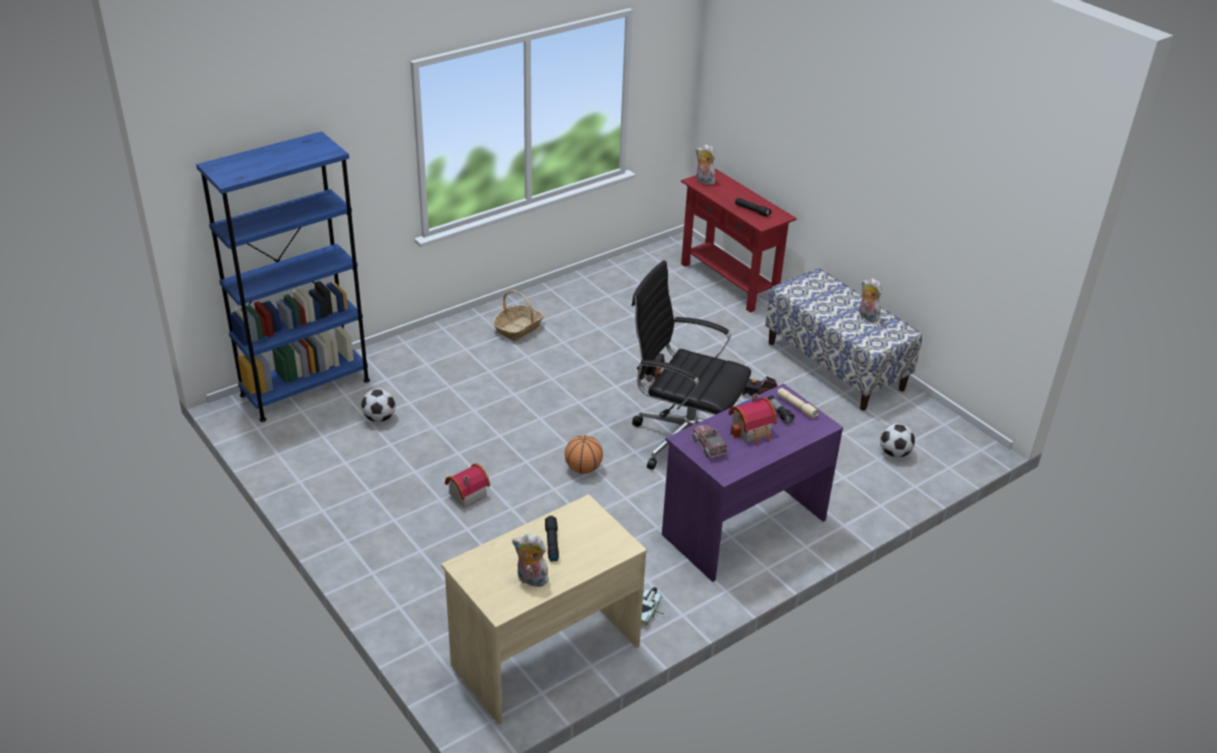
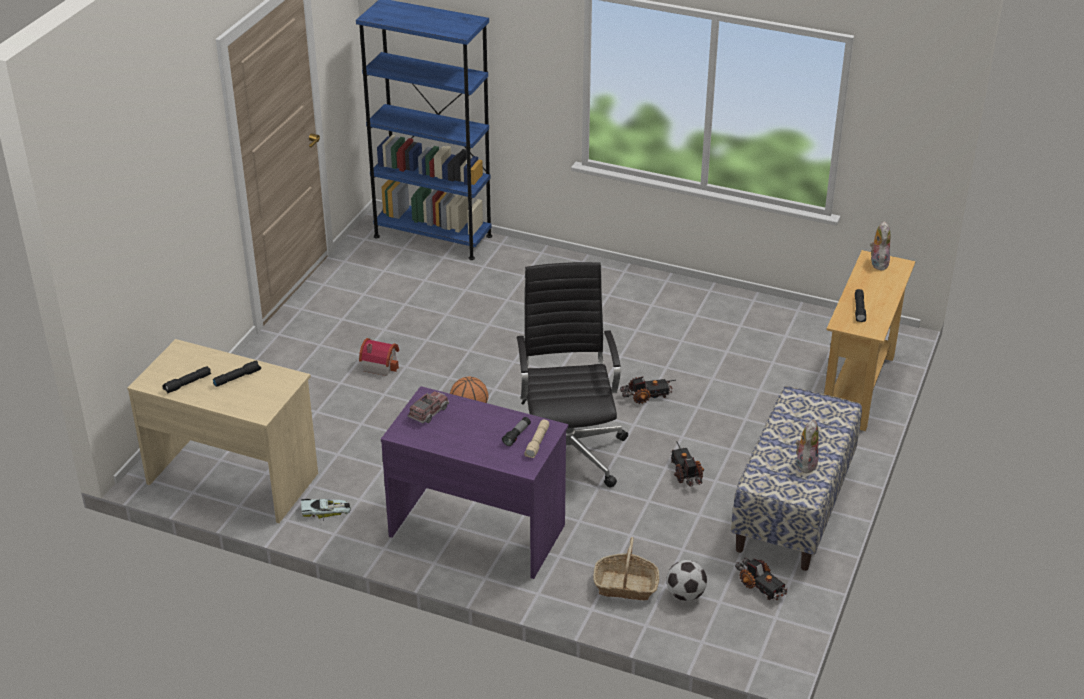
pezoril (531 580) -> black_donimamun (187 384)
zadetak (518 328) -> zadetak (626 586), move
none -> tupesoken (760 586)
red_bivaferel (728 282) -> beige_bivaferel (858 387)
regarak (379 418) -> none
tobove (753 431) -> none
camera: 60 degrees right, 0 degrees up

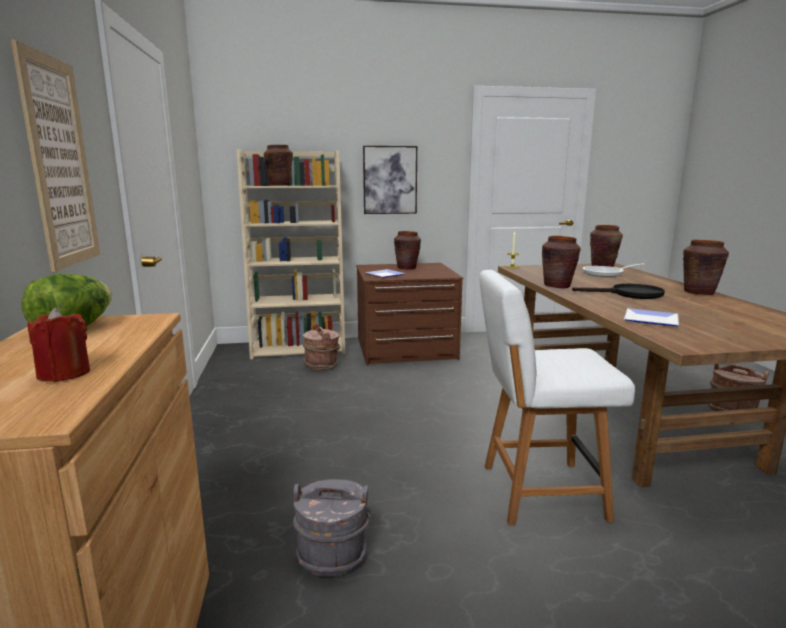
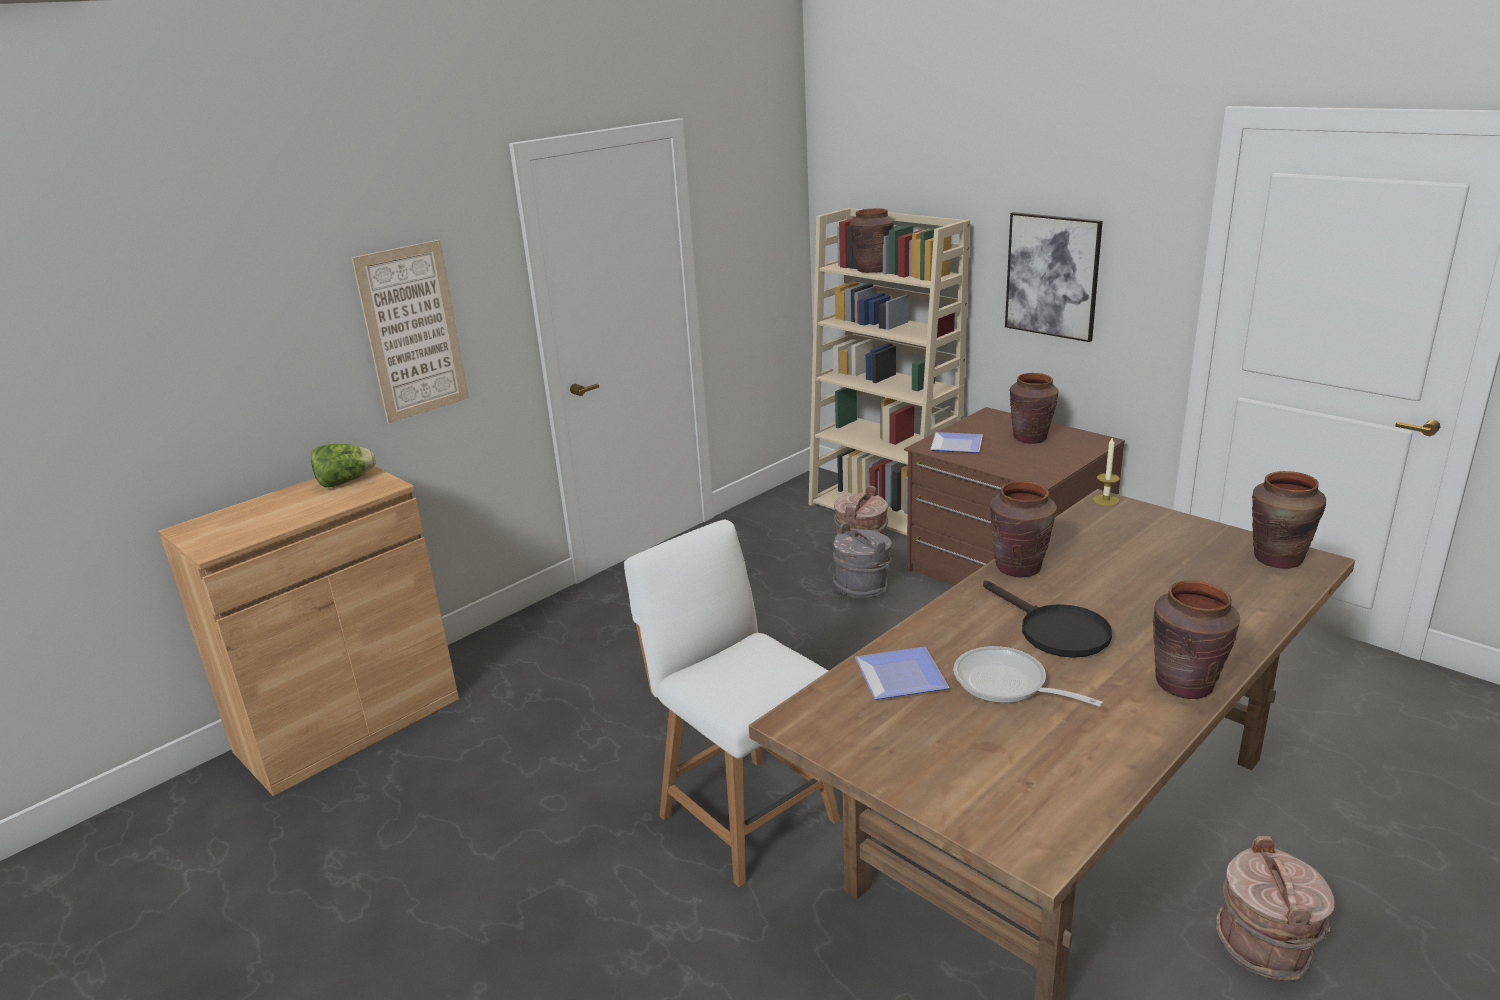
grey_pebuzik (333 554) -> grey_pebuzik (862 586), move
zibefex (606 274) -> zibefex (1007 685), move
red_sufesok (64 374) -> none
camera: 55 degrees right, 10 degrees up

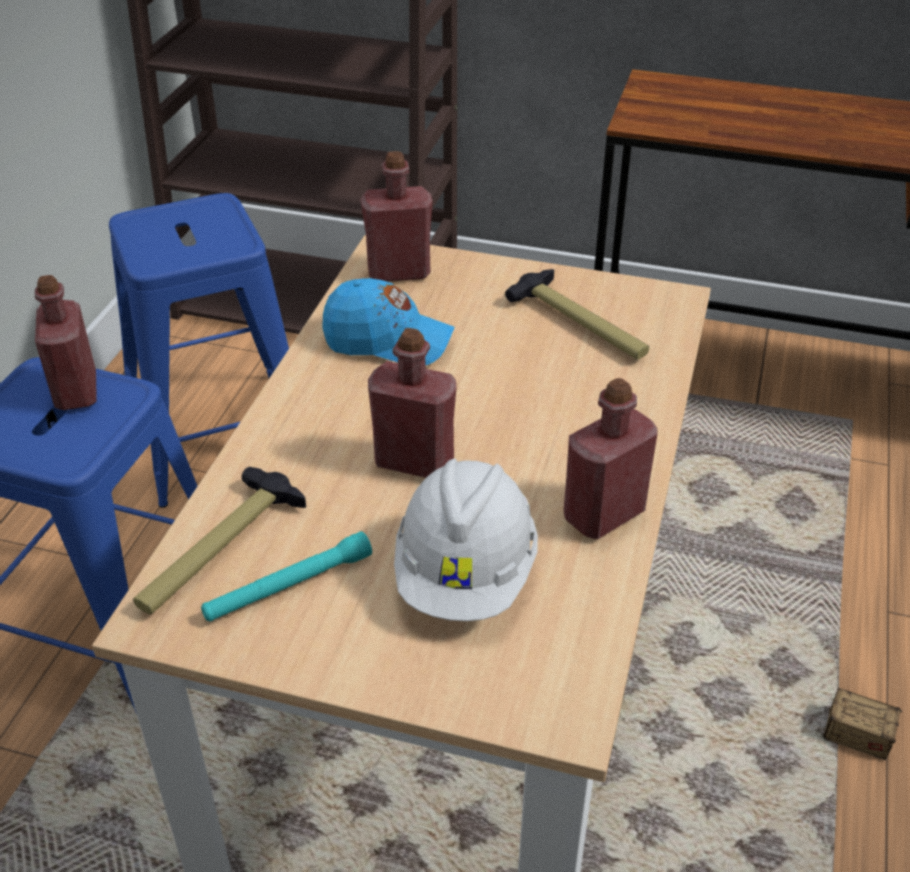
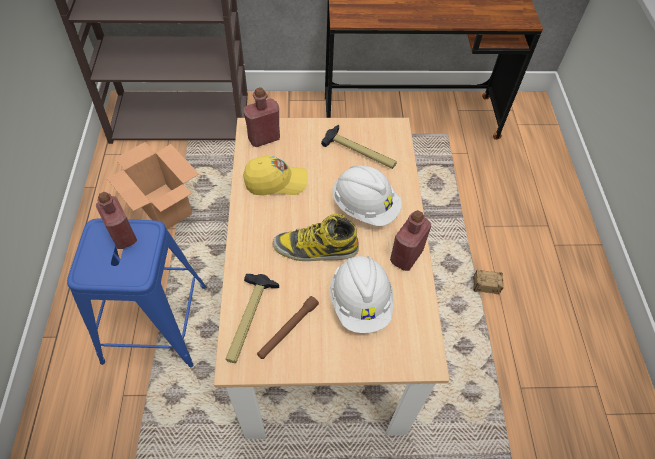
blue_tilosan (221 437) -> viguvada (163 207)
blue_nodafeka (388 341) -> yellow_nodafeka (276 182)
turquoise_donimamun (288 586) -> brown_donimamun (288 330)
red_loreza (414 462) -> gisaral (315 248)
none -> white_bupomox (365 207)
camera: 20 degrees left, 15 degrees up

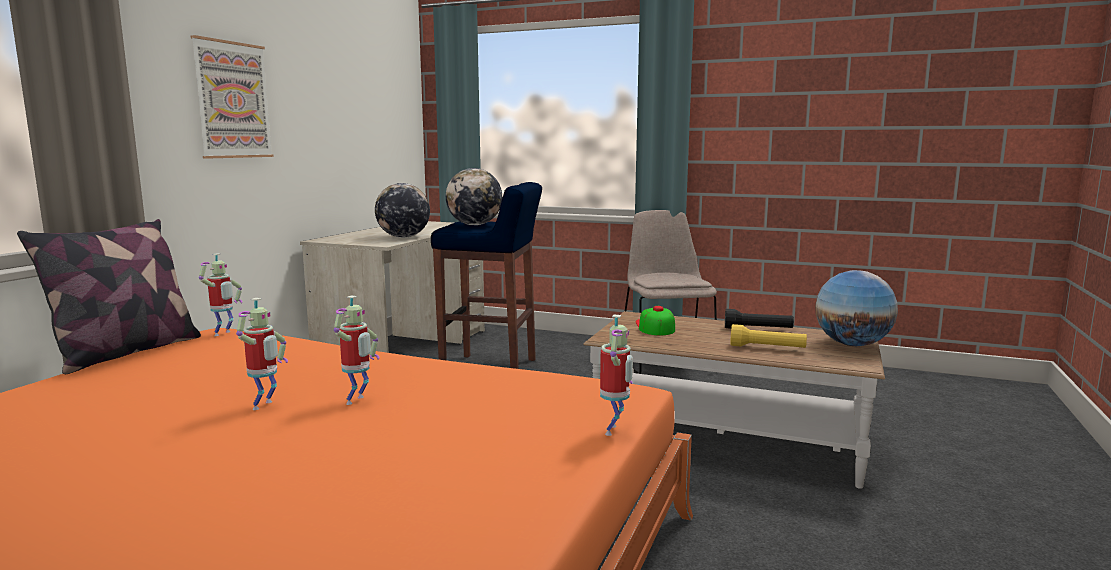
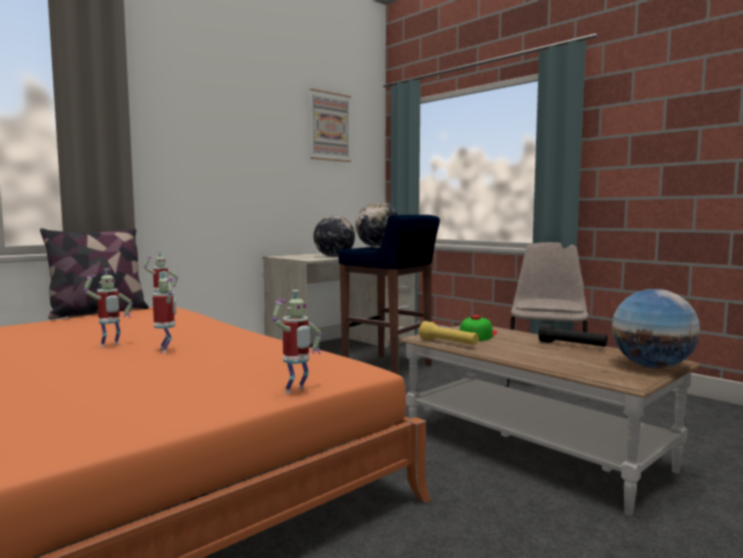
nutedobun (357 401) -> nutedobun (166 350), 75 degrees counterclockwise
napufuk (232 100) -> napufuk (329 126), move
yellow_donimamun (767 348) -> yellow_donimamun (448 343), move
camera: 25 degrees right, 5 degrees down

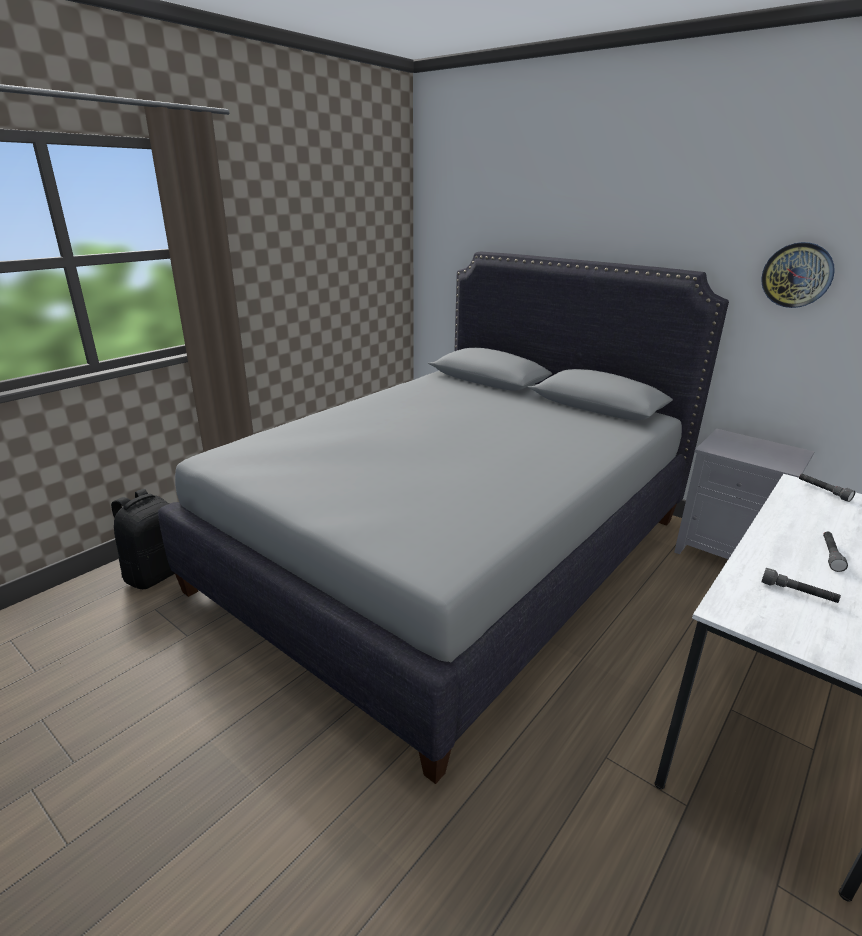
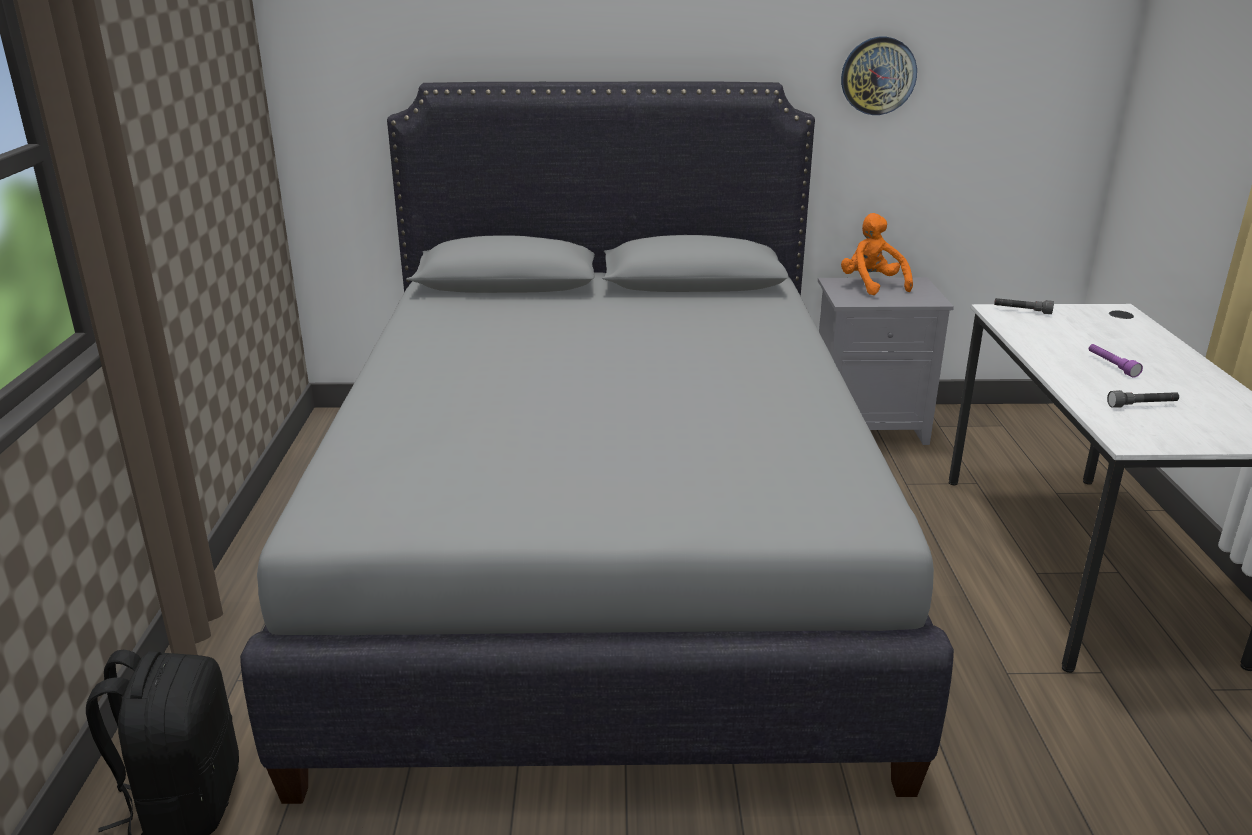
none -> orange_pezoril (872 285)
grey_donimamun (830 555) -> purple_donimamun (1111 366)
camera: 40 degrees left, 0 degrees up

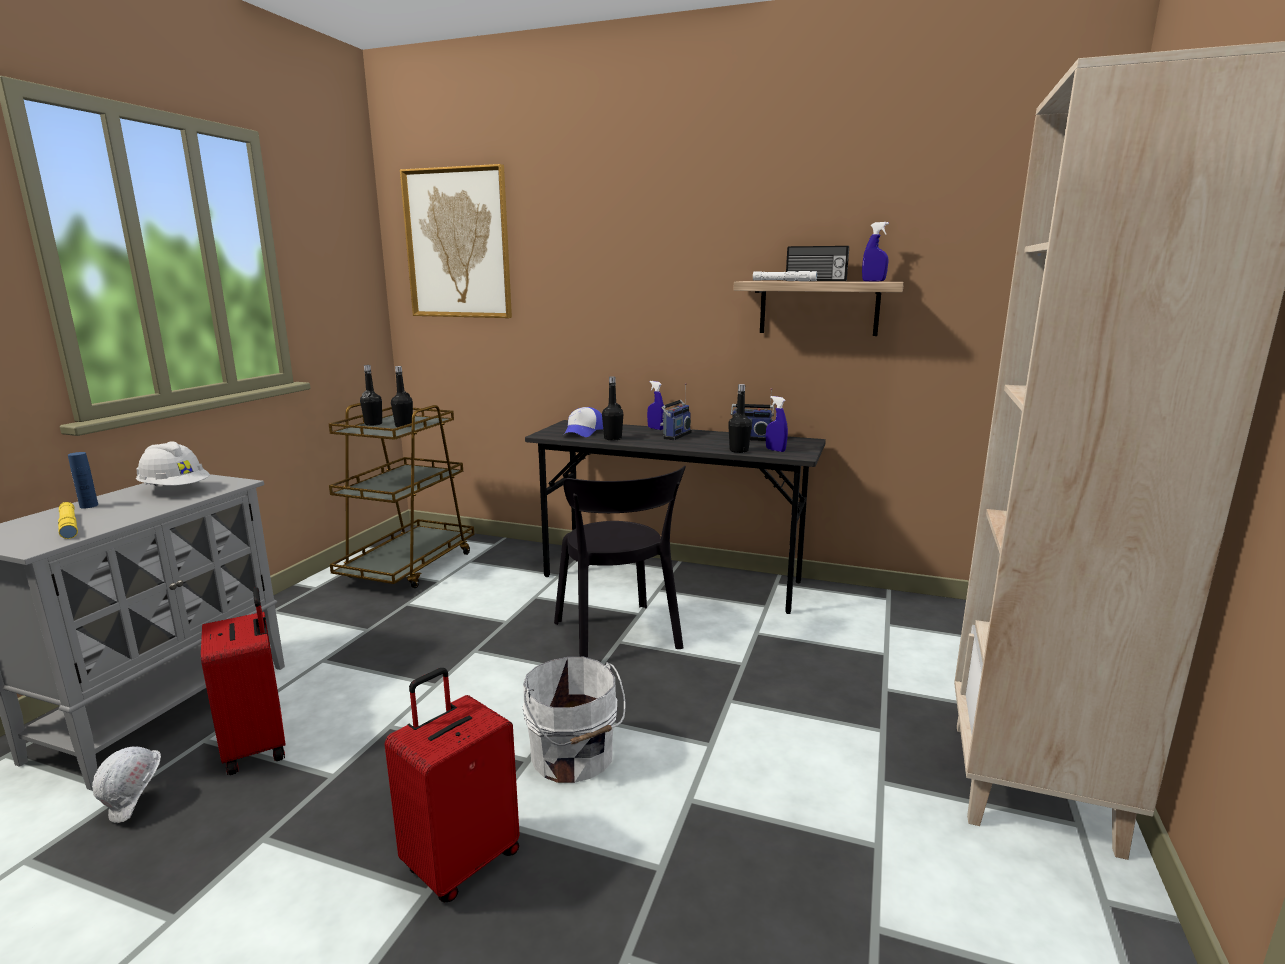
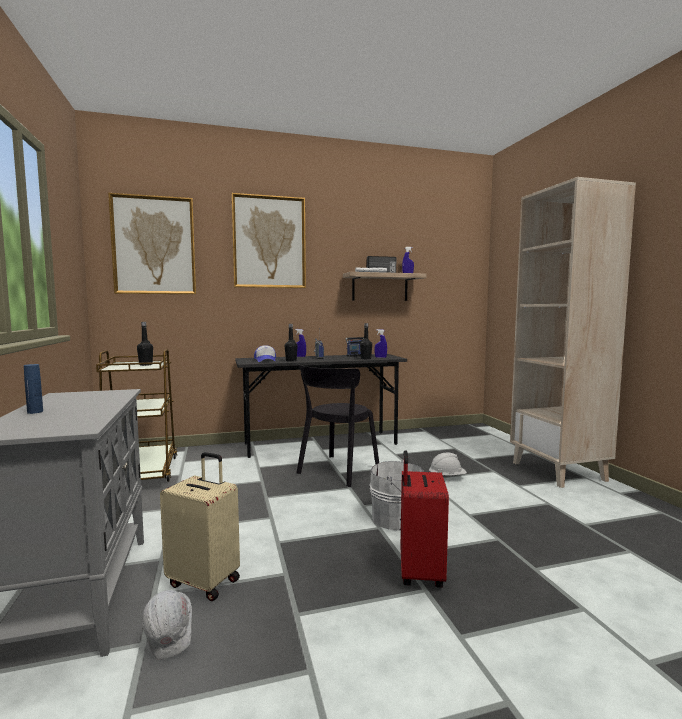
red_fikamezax (258 746) -> beige_fikamezax (205 581)
none -> napufuk (269 242)
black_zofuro (618 638) -> black_zofuro (336 471), 90 degrees clockwise
white_bupomox (175 490) -> white_bupomox (447 477), move
yellow_donimamun (69 526) -> none
black_loreza (373 424) -> none
camera: 35 degrees left, 10 degrees down

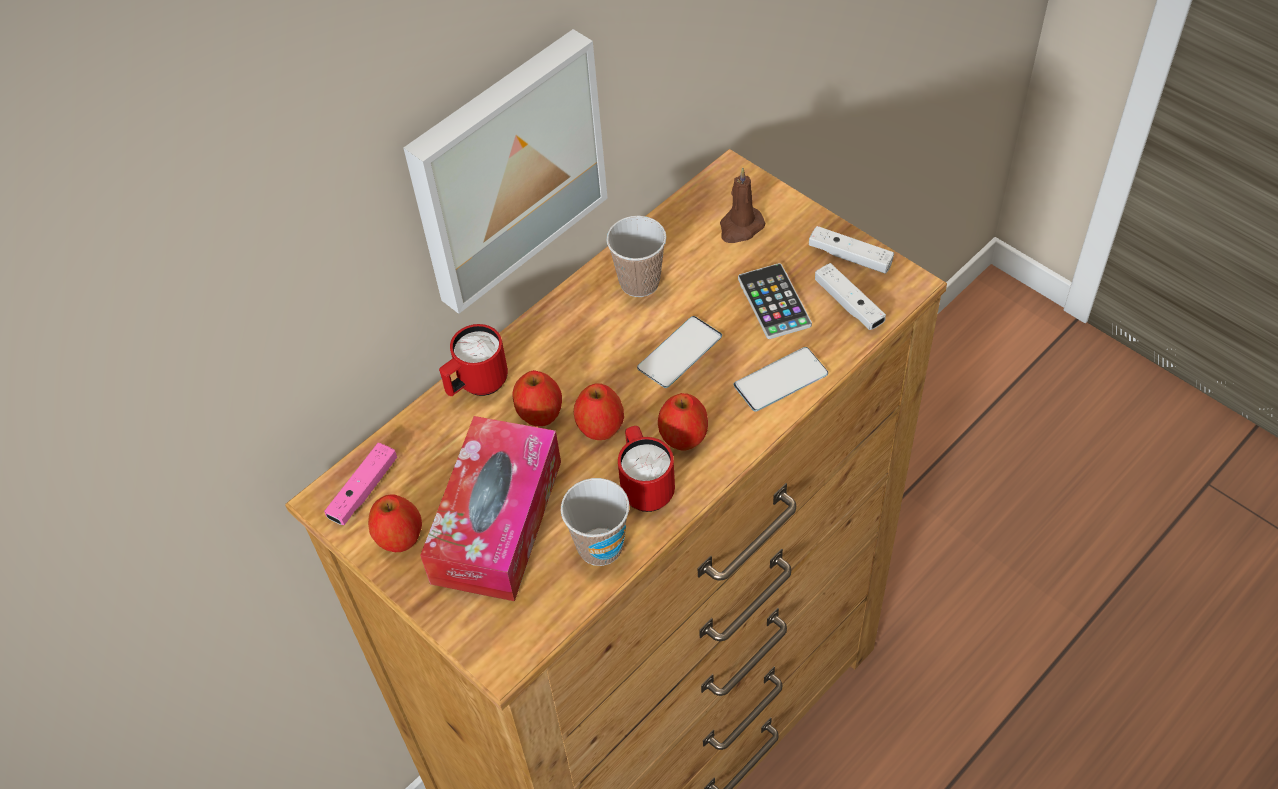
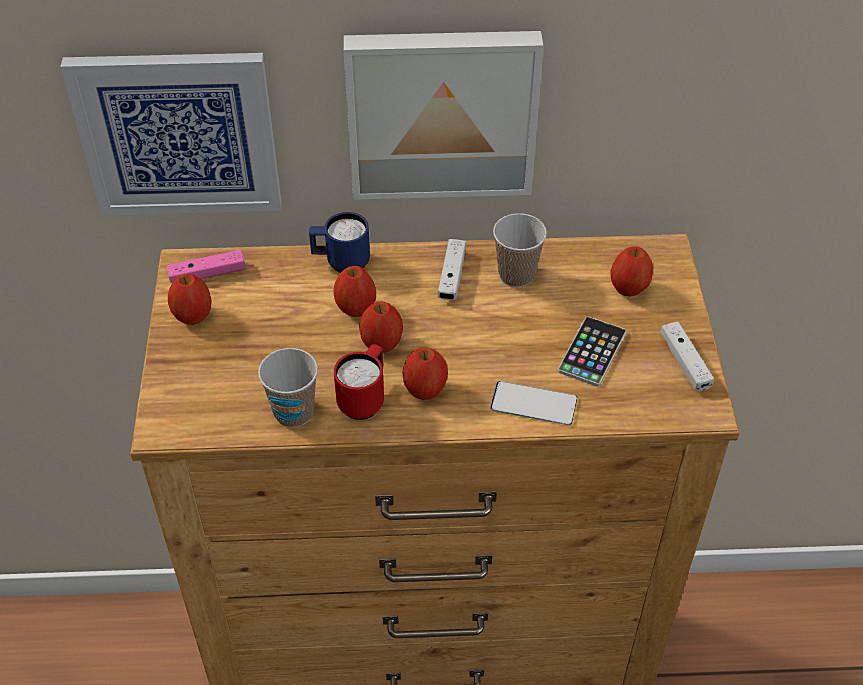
none -> napufuk (178 133)
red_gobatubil (477 385) -> blue_gobatubil (341 263)
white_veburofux (848 304) -> white_veburofux (452 276), move
brown_sufesok (740 227) -> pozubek (629 288)
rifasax (497 521) -> none
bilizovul (679 352) -> none
camera: 40 degrees right, 5 degrees down

